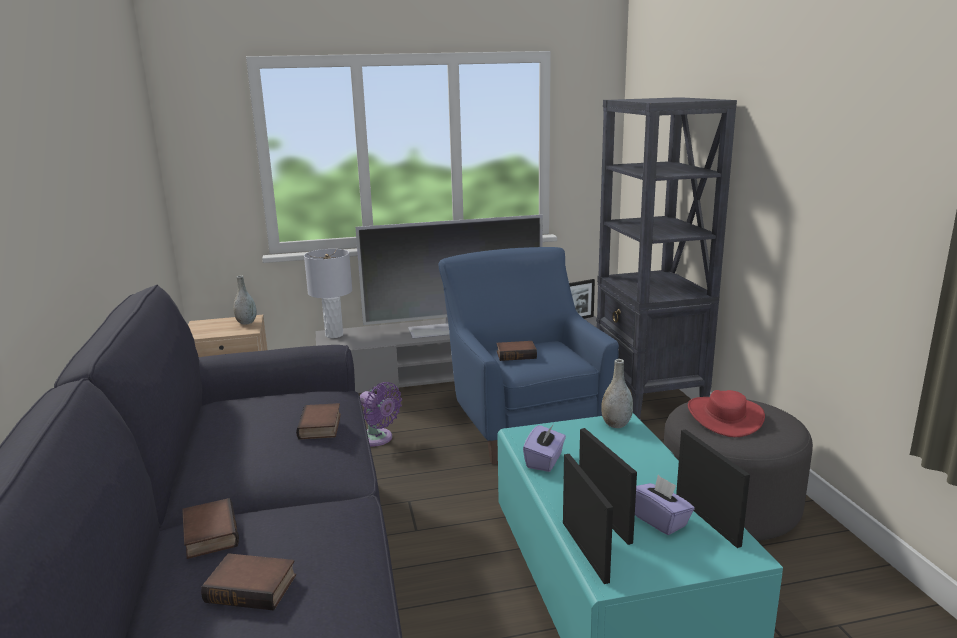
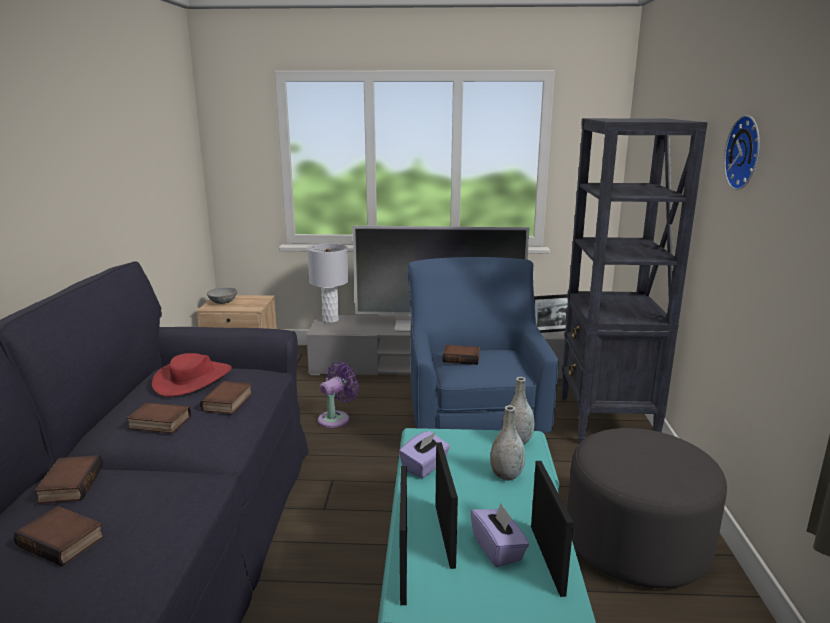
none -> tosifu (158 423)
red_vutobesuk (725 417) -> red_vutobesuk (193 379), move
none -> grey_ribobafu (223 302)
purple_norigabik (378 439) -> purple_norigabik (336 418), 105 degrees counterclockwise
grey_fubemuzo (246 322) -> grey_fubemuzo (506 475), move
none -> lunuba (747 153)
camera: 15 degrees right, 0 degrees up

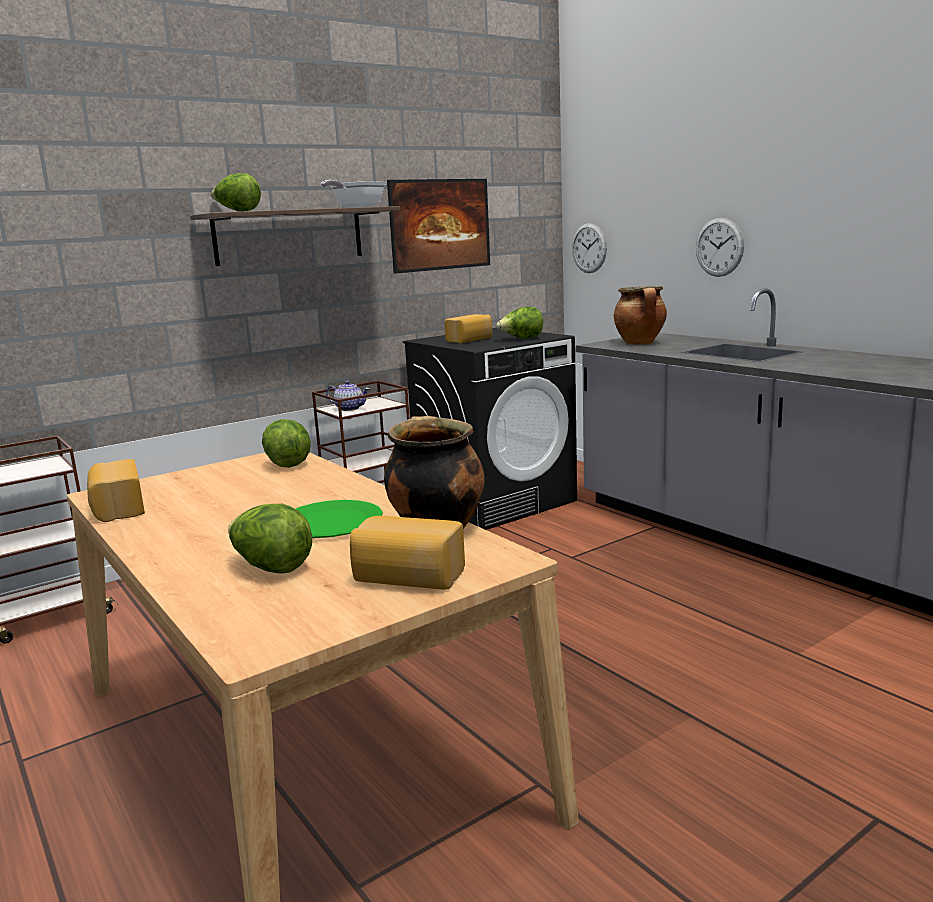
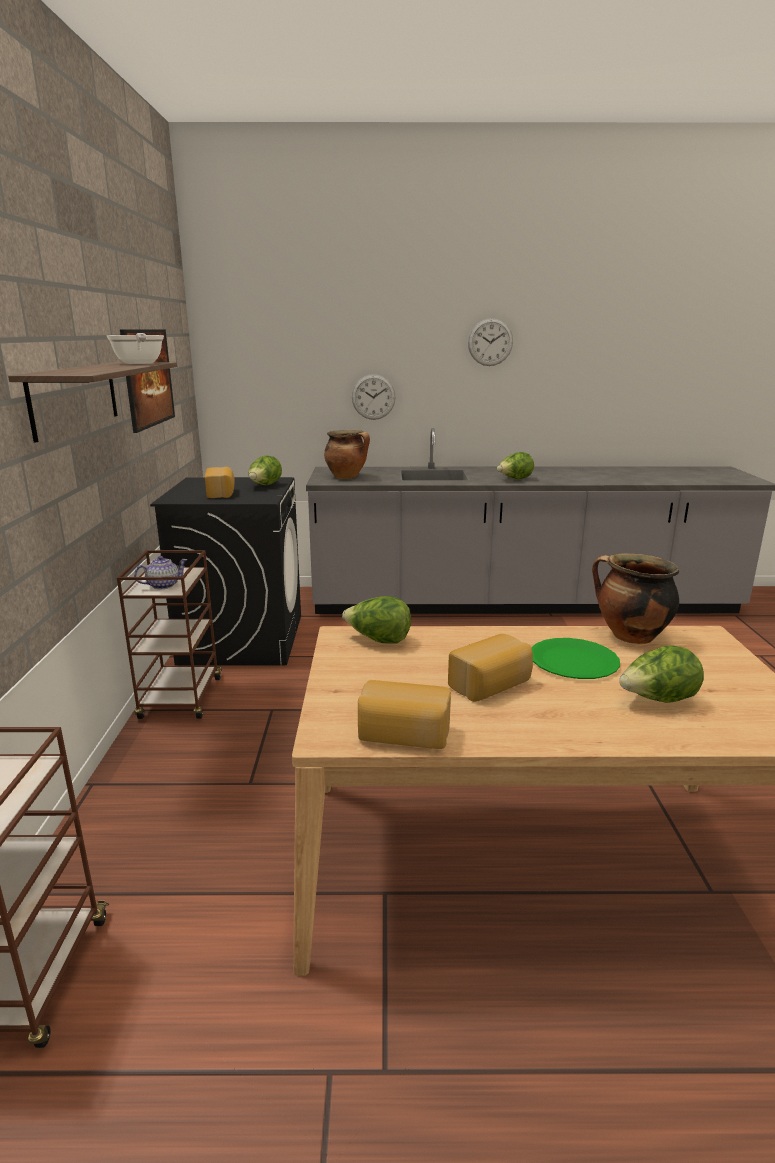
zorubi (407 578) -> zorubi (491 685), move
lunuba (589 248) -> lunuba (490 342), move
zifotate (237 212) -> zifotate (514 479), move
camera: 55 degrees left, 5 degrees up

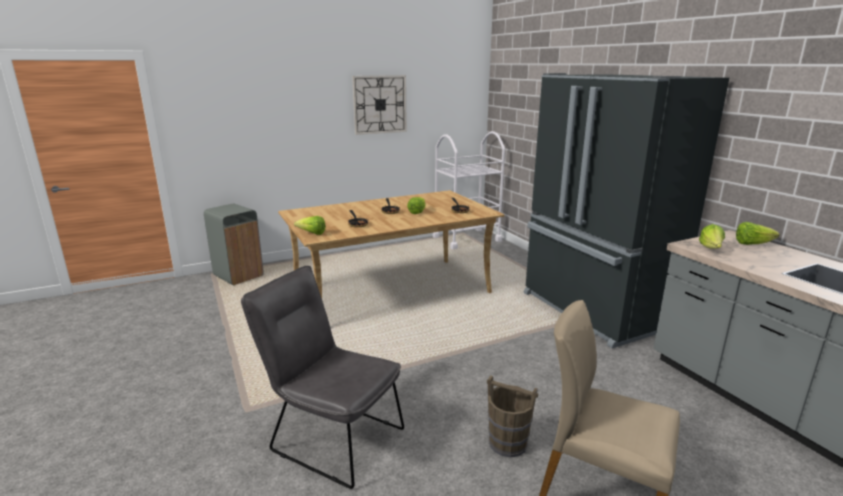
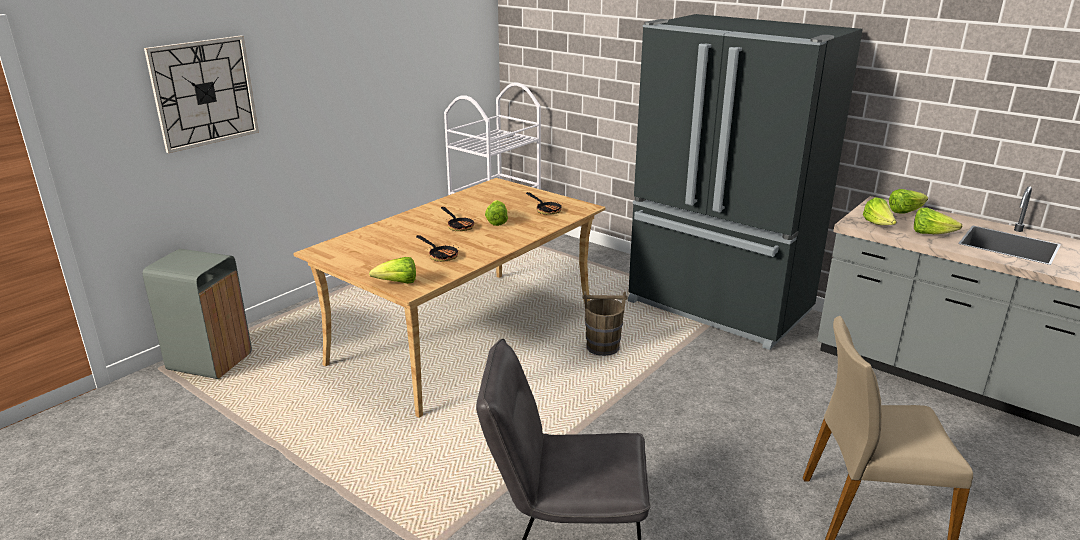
lunuba (380 104) -> lunuba (204 93), move
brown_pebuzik (508 443) -> brown_pebuzik (603 348), move
none -> zifotate (930 234)
camera: 25 degrees left, 5 degrees up

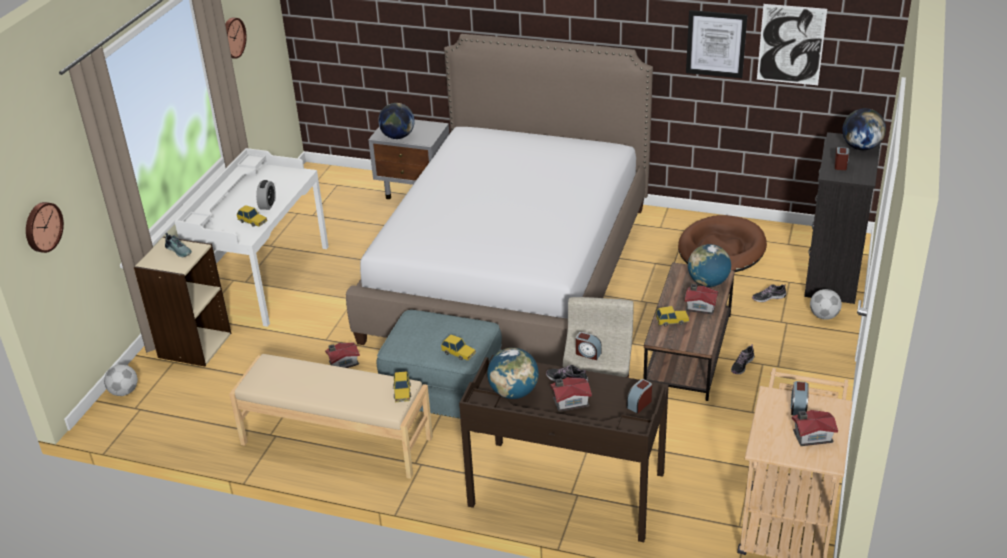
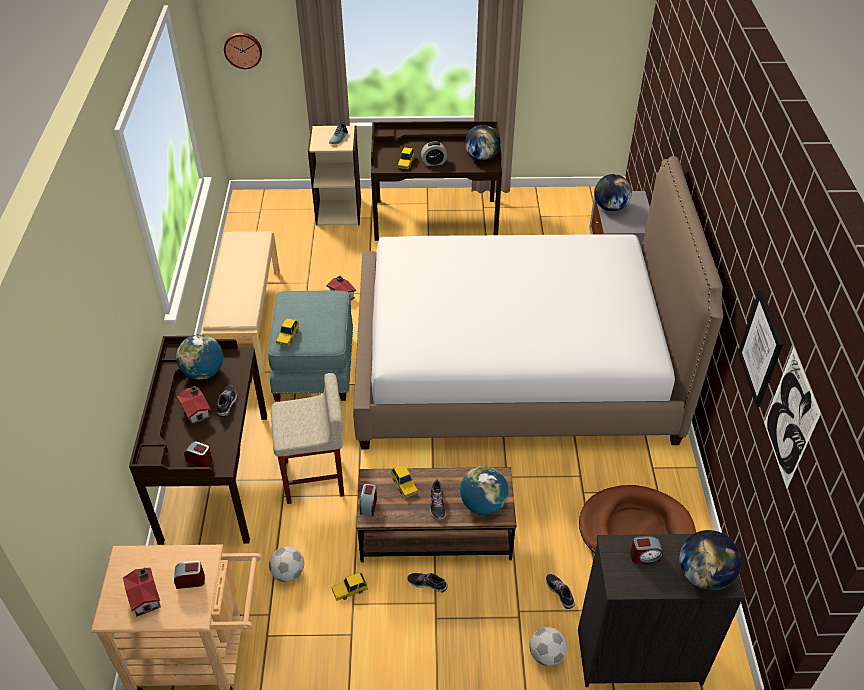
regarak (124 392) -> regarak (288 572), move
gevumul (402 392) -> gevumul (349 590), move
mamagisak (588 353) -> mamagisak (368 505), move
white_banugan (263 279) -> brown_banugan (435 218)
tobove (700 306) -> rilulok (437 504)
none -> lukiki (481 157)
lunuba (232 37) -> none
camera: 70 degrees right, 10 degrees up

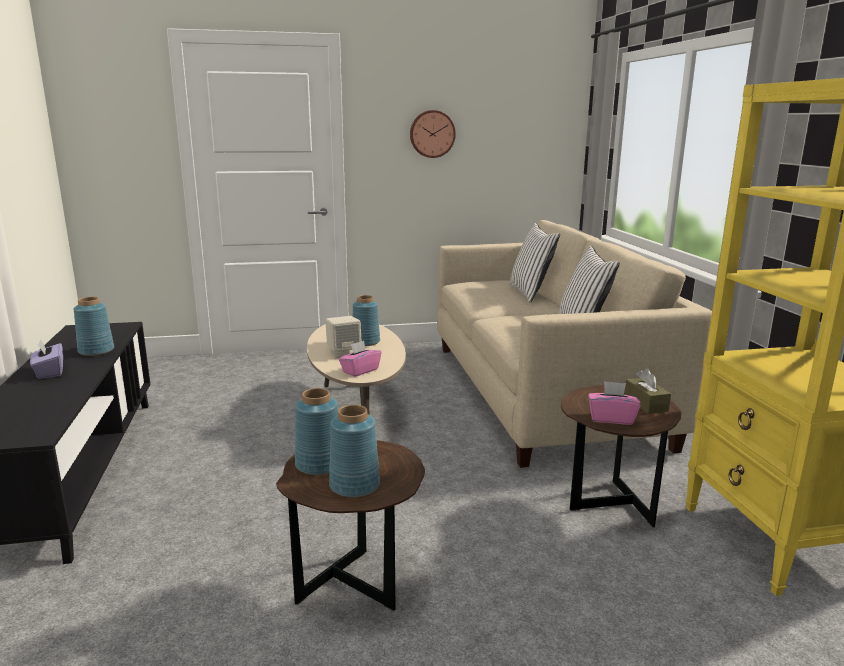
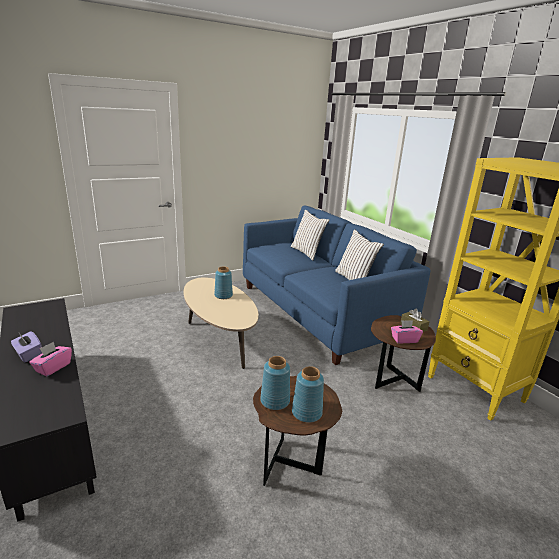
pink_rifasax (360 371) -> pink_rifasax (53 367), move
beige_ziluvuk (540 392) -> blue_ziluvuk (318 311)
blue_fubemuzo (97 351) -> none
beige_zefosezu (344 353) -> none
lunuba (432 134) -> none
camera: 20 degrees left, 5 degrees up

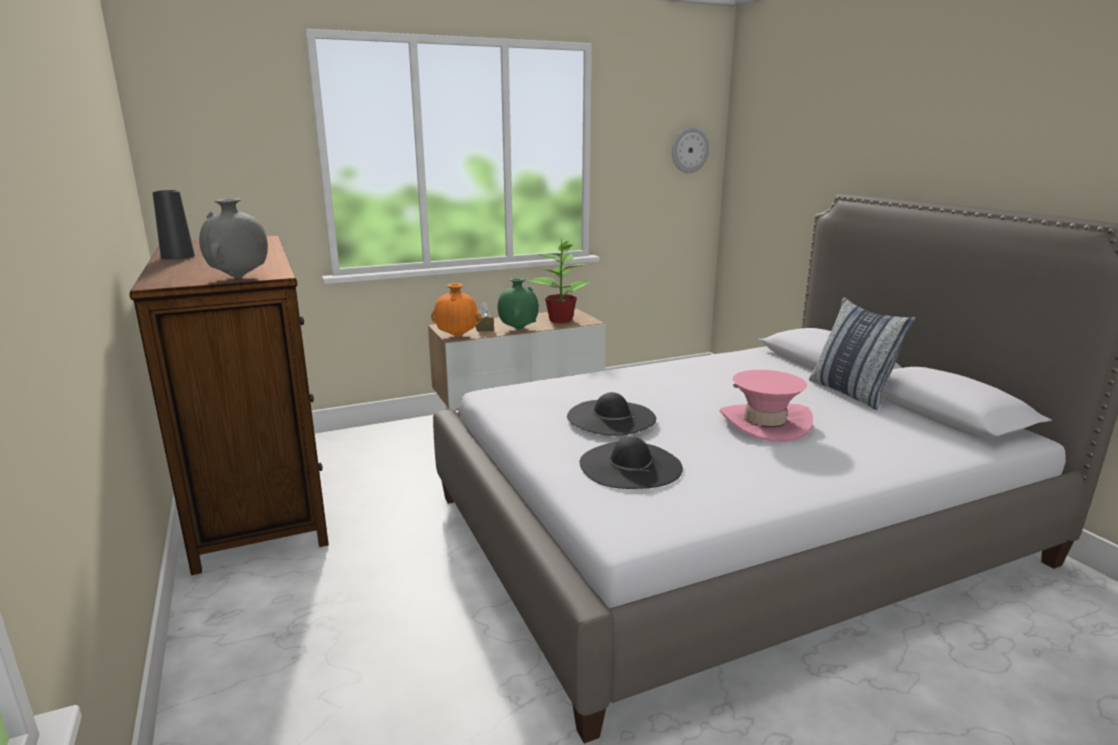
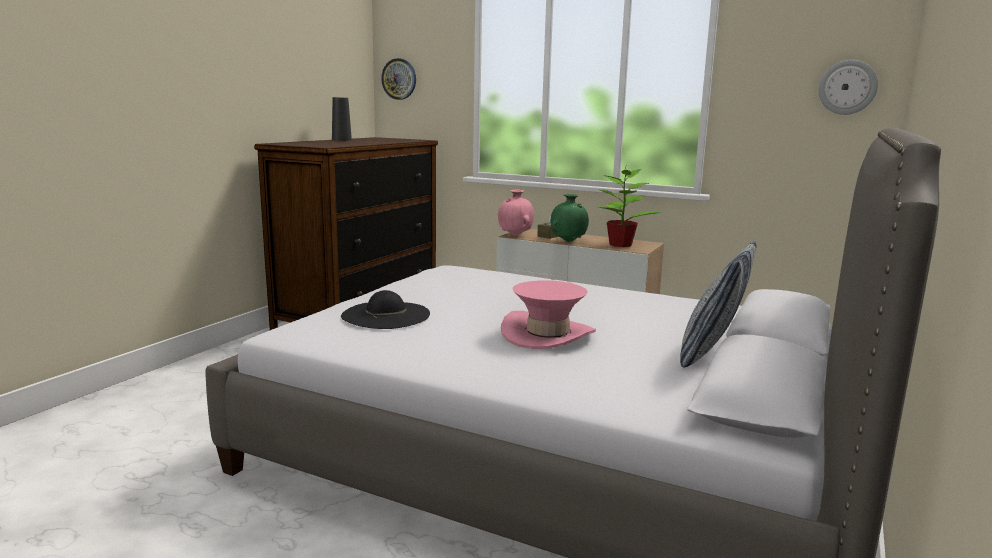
none -> lunuba (399 79)
orange_fubemuzo (457 336) -> pink_fubemuzo (515 235)
grey_fubemuzo (239 278) -> none
black_vutobesuk (611 417) -> none
camera: 50 degrees right, 5 degrees down

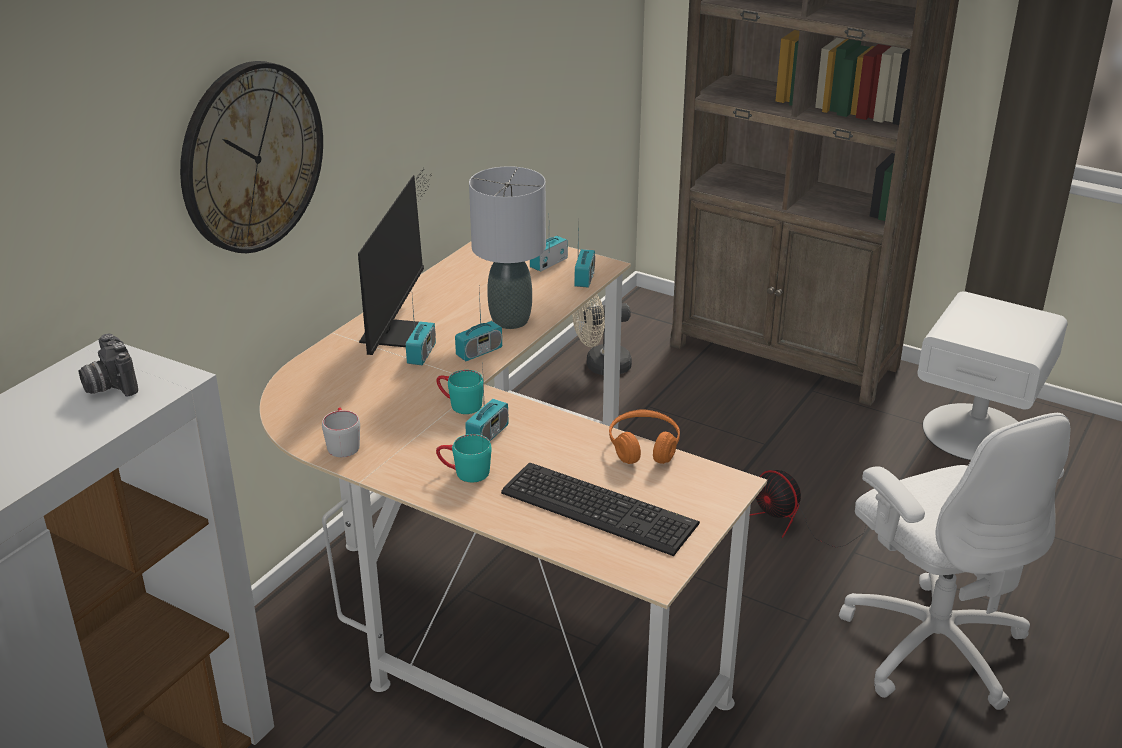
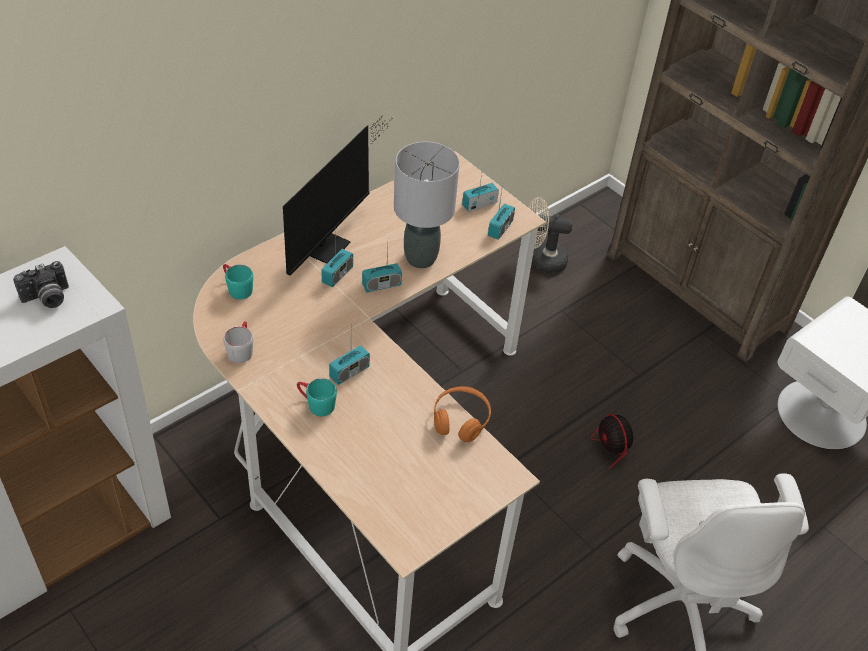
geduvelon (108 385) -> geduvelon (47 299), 105 degrees counterclockwise
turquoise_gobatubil (459 404) -> turquoise_gobatubil (236 288), move
lunuba (251 157) -> none
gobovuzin (598 505) -> none
camera: 15 degrees right, 15 degrees up

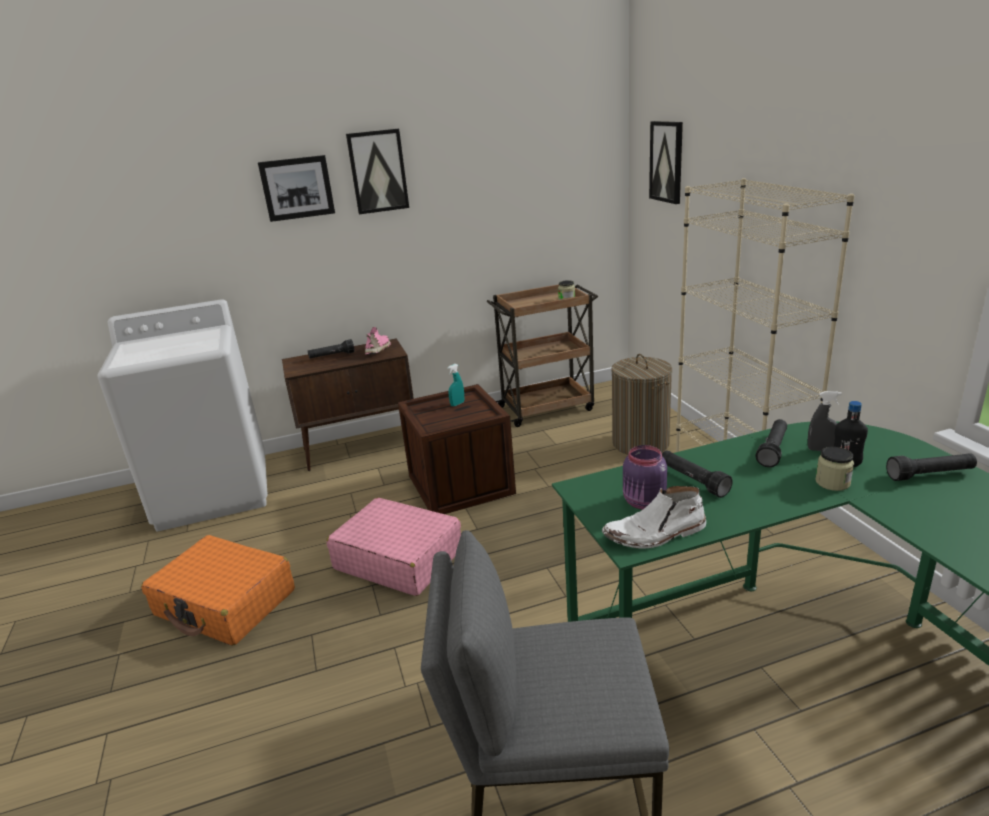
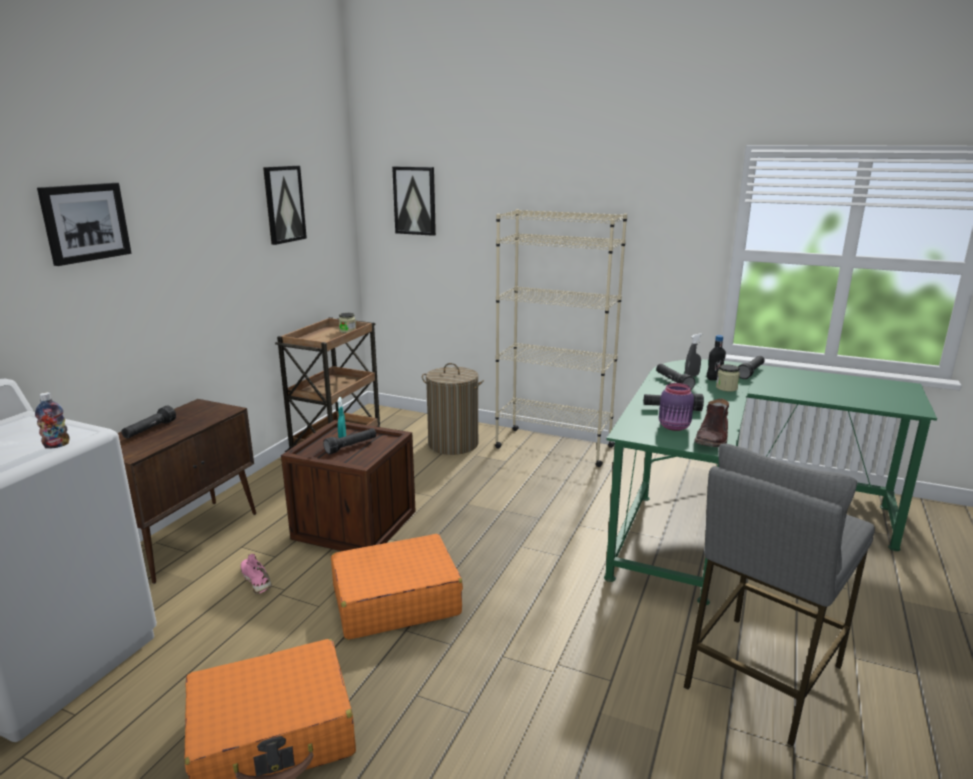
none -> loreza (57 445)
pink_rilulok (378 349) -> pink_rilulok (257 580), move
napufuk (378 171) -> napufuk (284 204), move
none -> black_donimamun (351 446)
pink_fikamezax (398 559) -> orange_fikamezax (395 600)
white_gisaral (655 534) -> brown_gisaral (712 438)
camera: 50 degrees left, 5 degrees down

